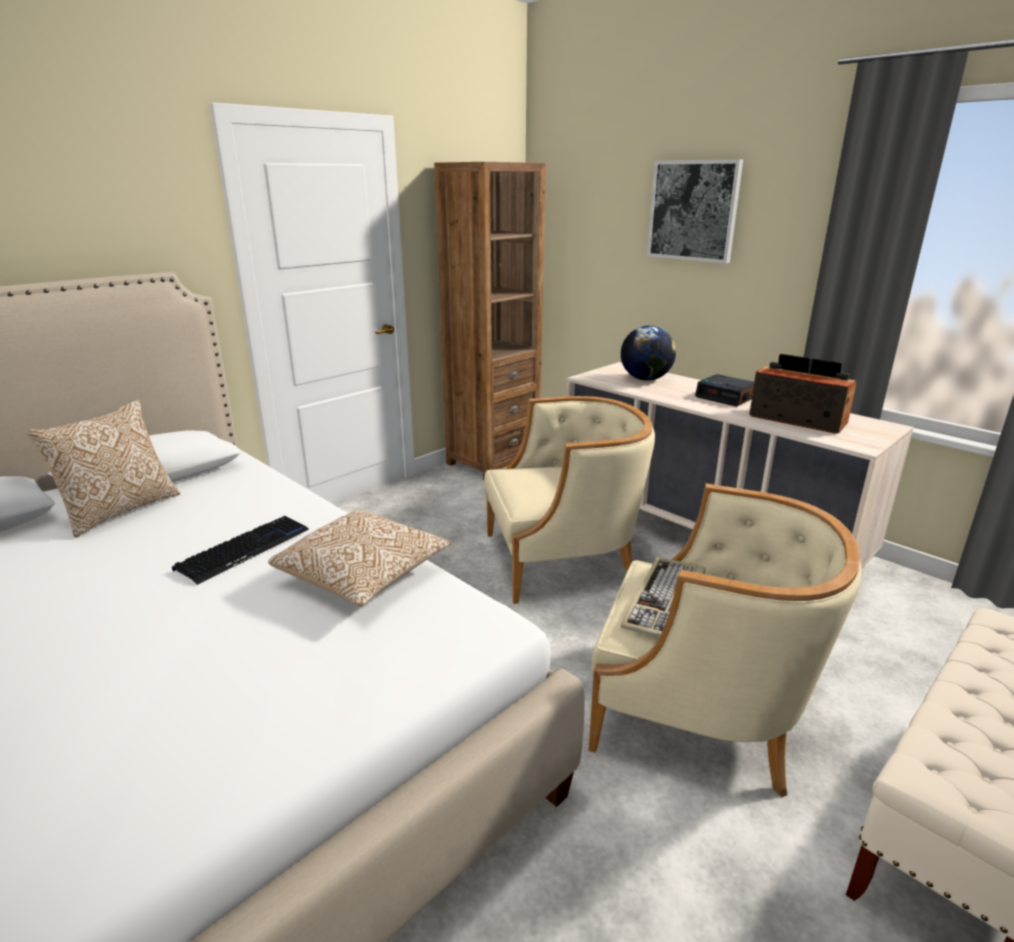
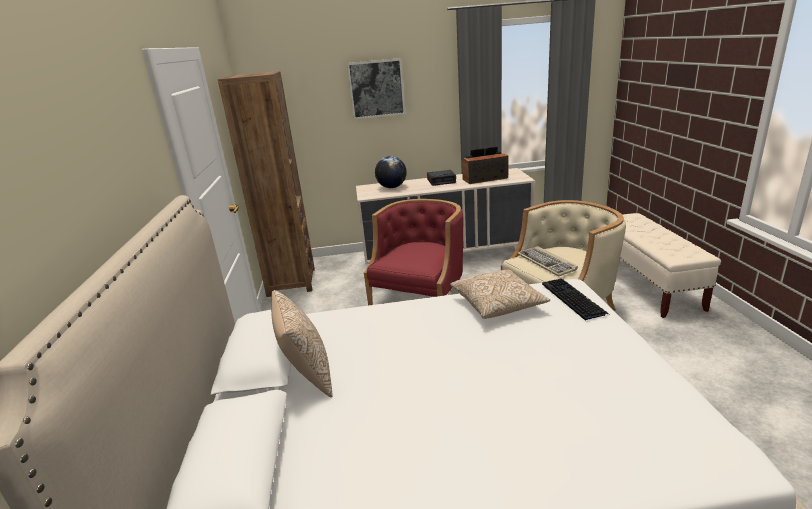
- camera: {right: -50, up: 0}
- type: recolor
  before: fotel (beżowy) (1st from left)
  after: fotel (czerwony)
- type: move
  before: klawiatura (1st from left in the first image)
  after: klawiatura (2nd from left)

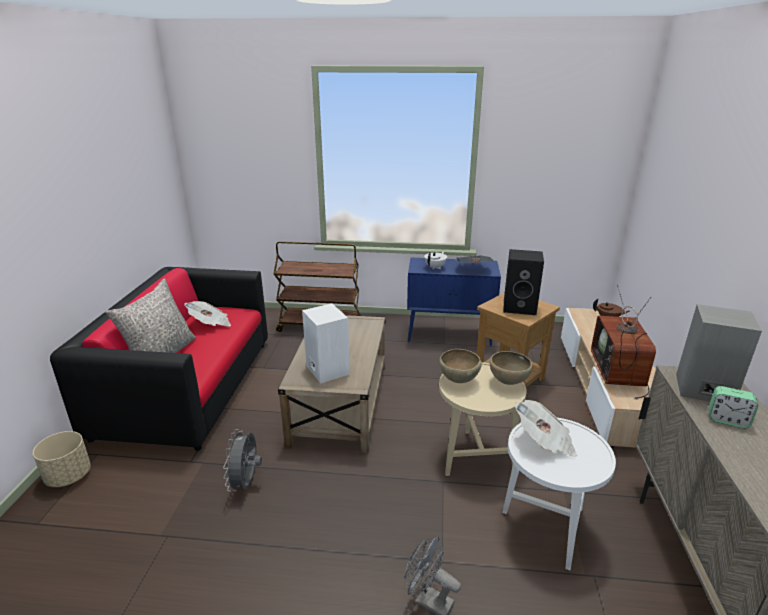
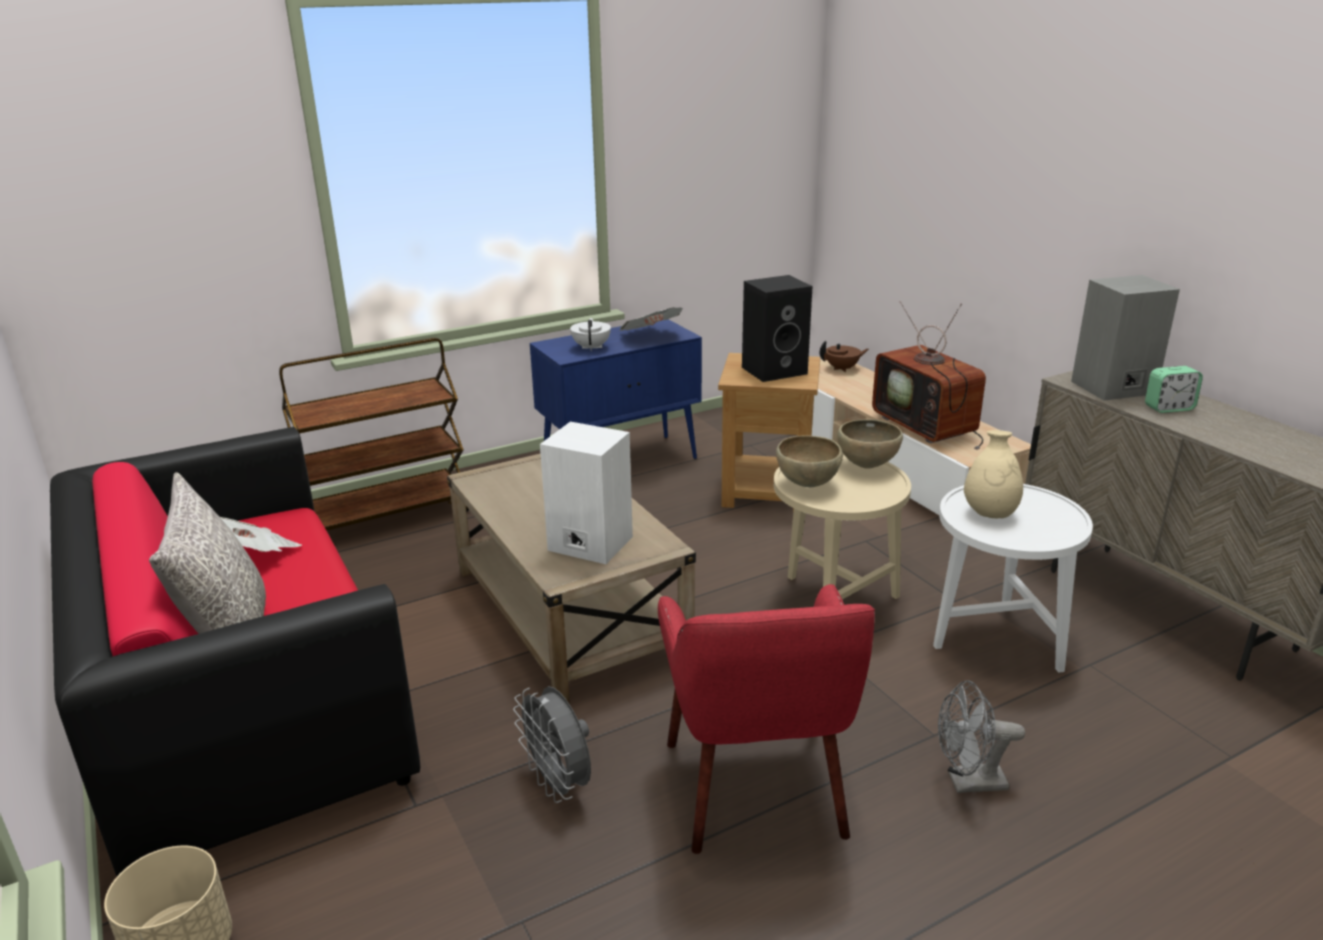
- camera: {right: -35, up: 0}
- type: insert
  after: fotel (czerwony)
- type: replace
  before: gazeta (3rd from left)
  after: wazon (beżowy)

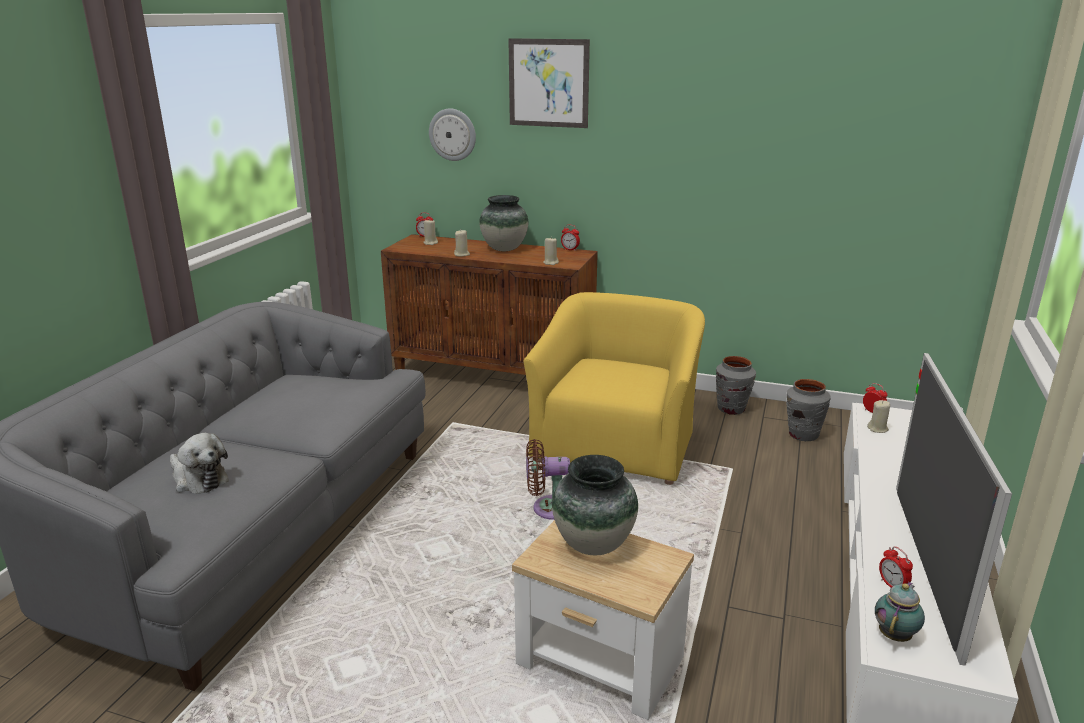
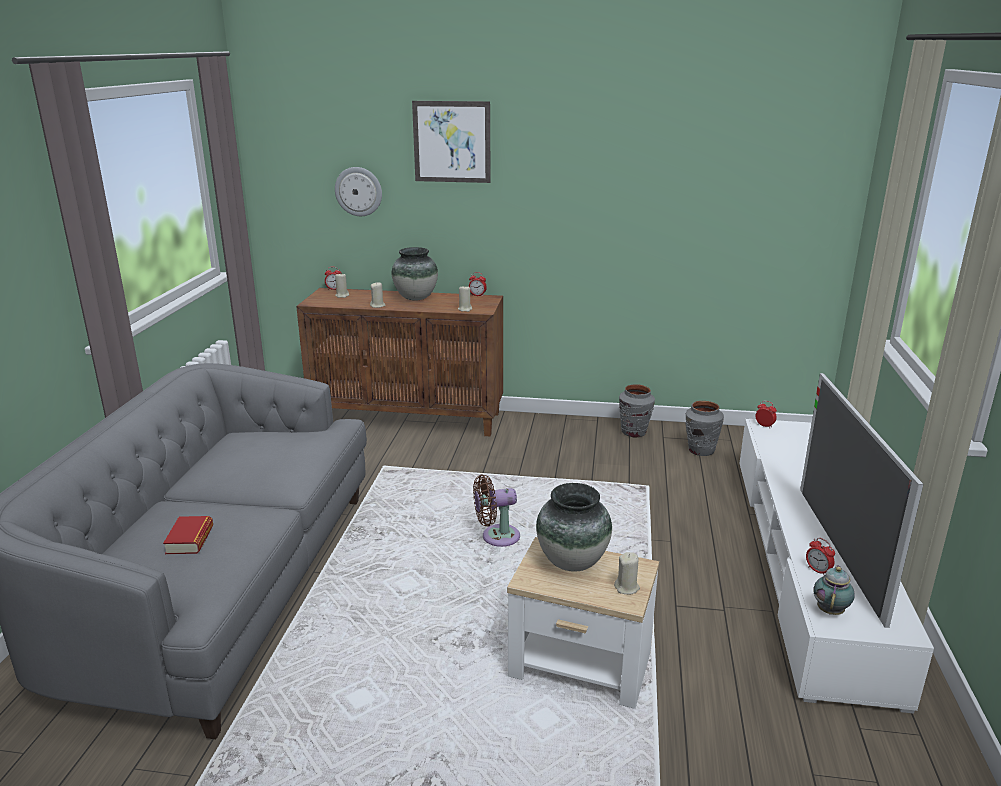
- camera: {right: -10, up: 0}
- type: replace
  before: pluszak
  after: książka
- type: move
  before: świeca (beżowy) (4th from left)
- type: delete
  before: fotel (żółty)

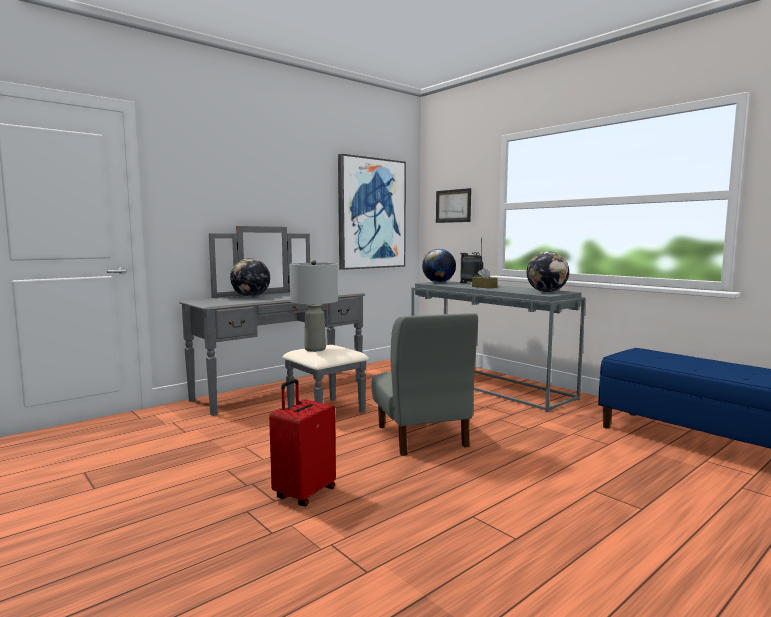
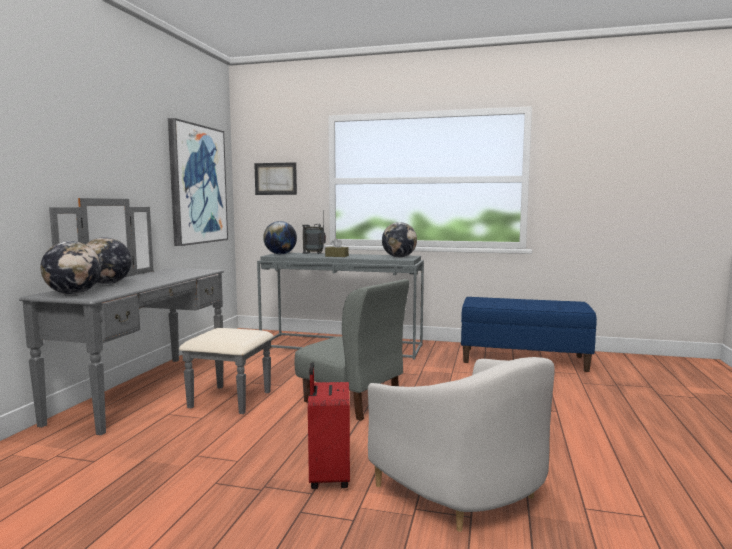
- camera: {right: -35, up: 0}
- type: insert
  after: globus (1st from left)
- type: insert
  after: fotel (biały)
- type: delete
  before: lampa stołowa (szary)

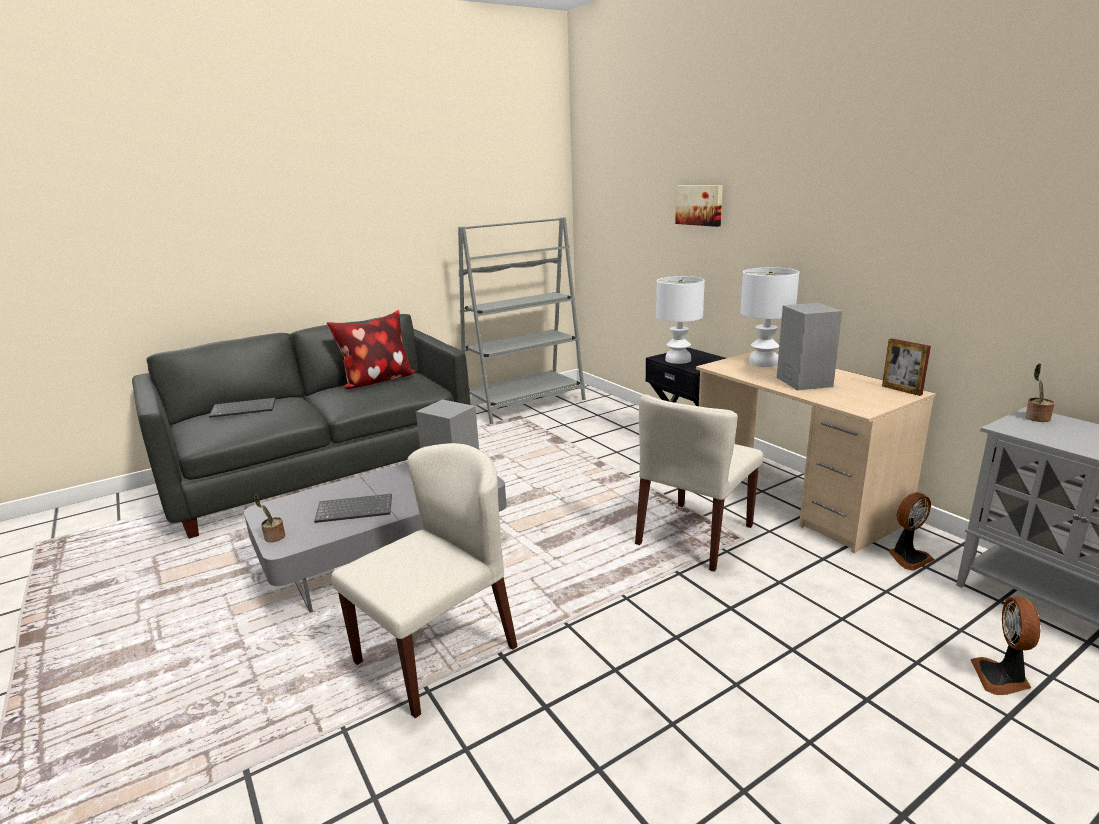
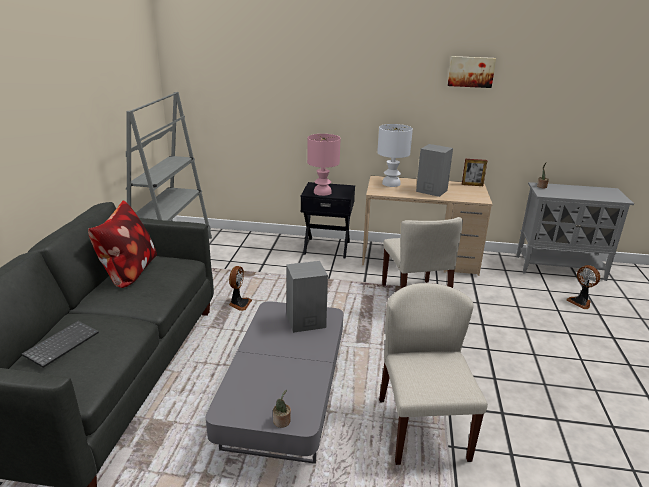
- camera: {right: -50, up: 5}
- type: move
  before: wentylator (1st from left)
- type: recolor
  before: lampa stołowa (biały) (1st from left)
  after: lampa stołowa (różowy)
- type: move
  before: obraz
- type: delete
  before: klawiatura (2nd from left)

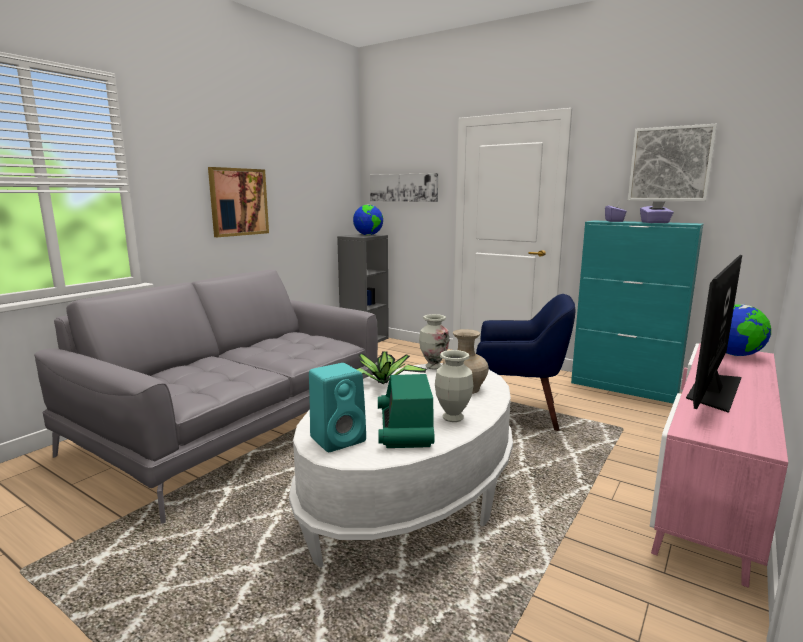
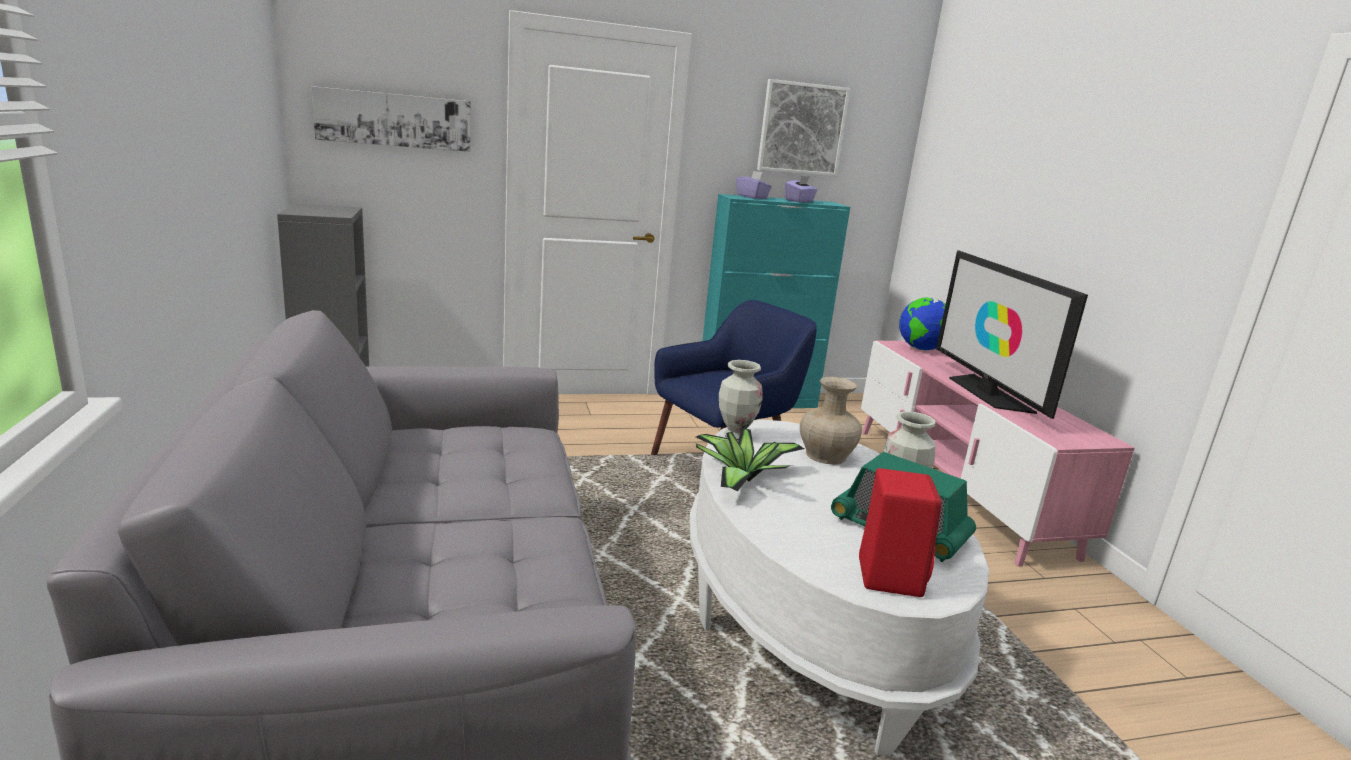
- camera: {right: -50, up: 5}
- type: recolor
  before: głośnik (turkusowy)
  after: głośnik (czerwony)
- type: delete
  before: obraz (1st from left)
- type: delete
  before: globus (1st from left)

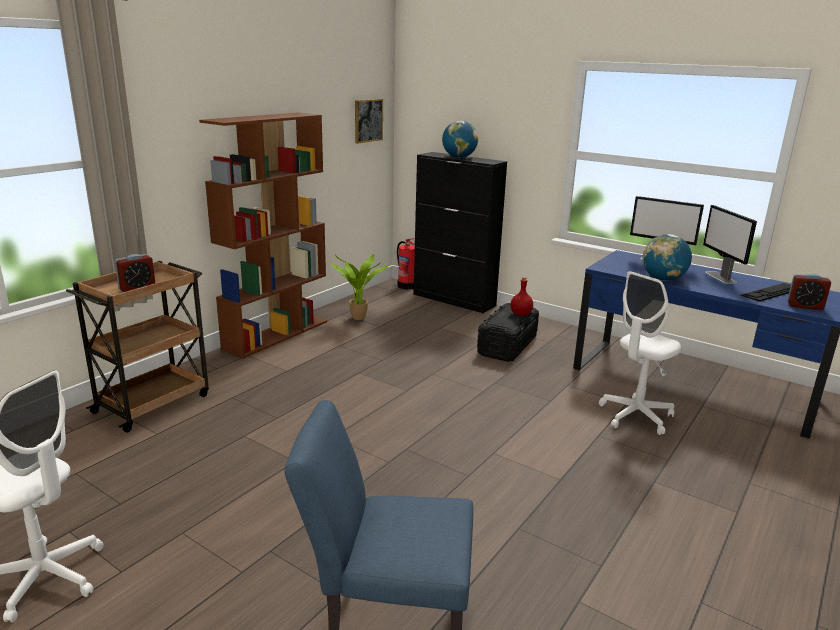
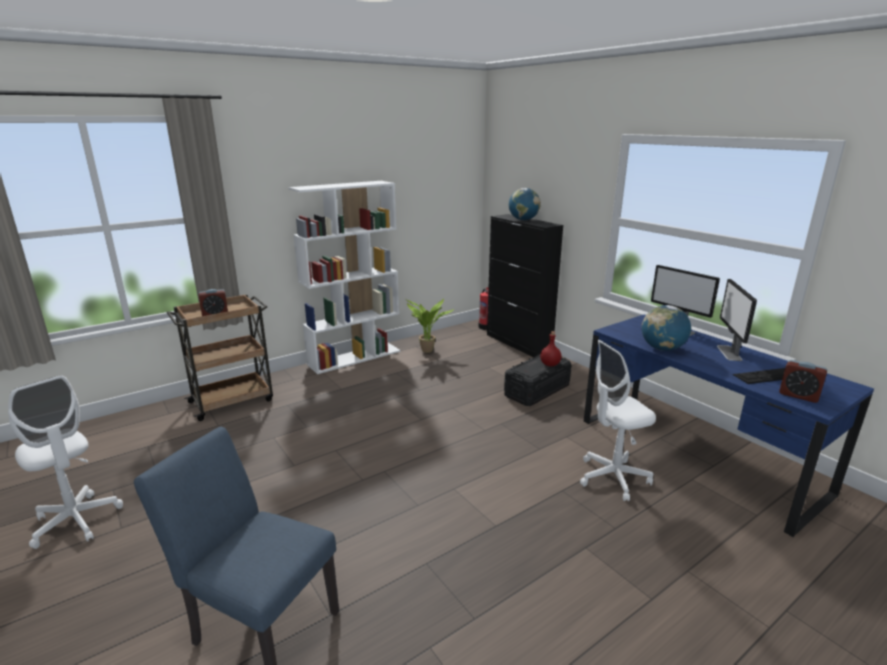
- camera: {right: 20, up: 0}
- type: recolor
  before: regał (brązowy)
  after: regał (biały)
- type: delete
  before: obraz

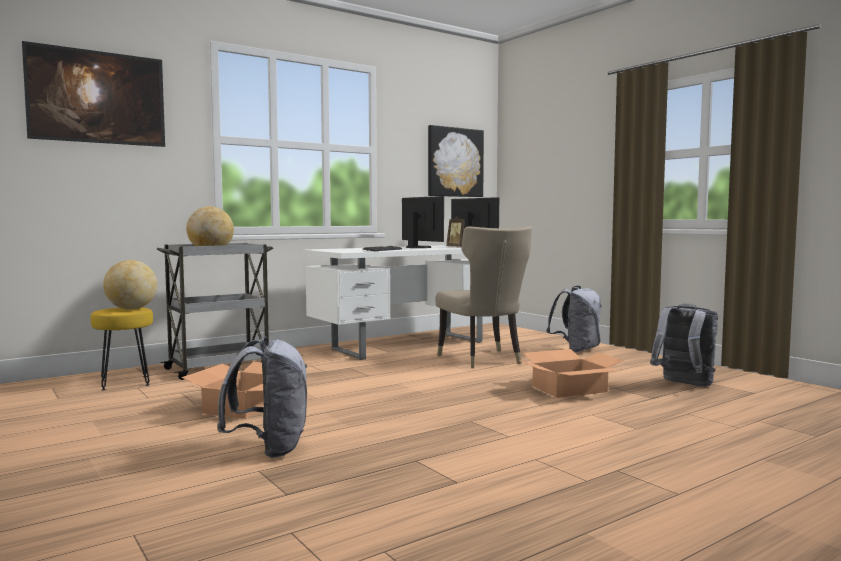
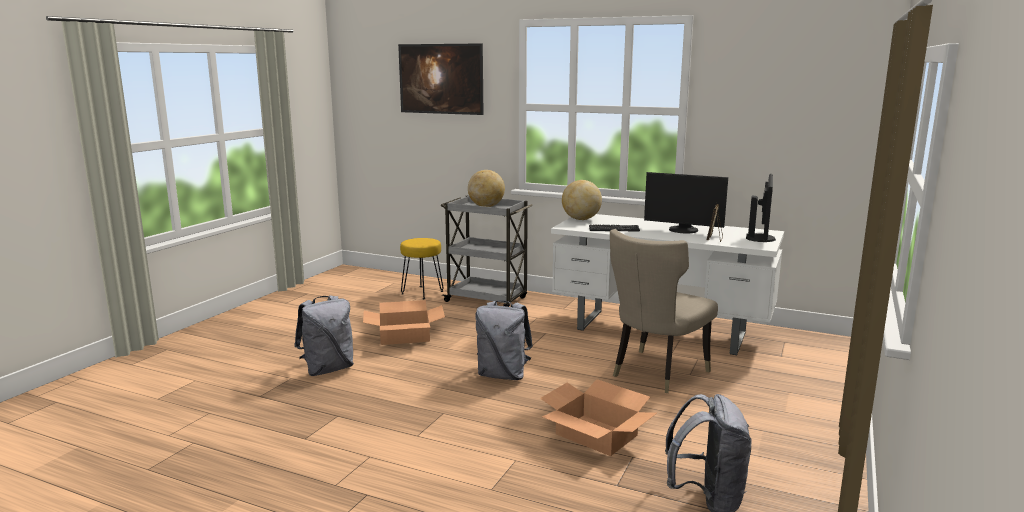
- camera: {right: 60, up: 10}
- type: move
  before: plecak (szary) (2nd from left)
- type: move
  before: globus (1st from left in the first image)
  after: globus (2nd from left)
- type: rotate
  before: monitor (1st from left)
  turn: 90
- type: delete
  before: obraz (2nd from left)

